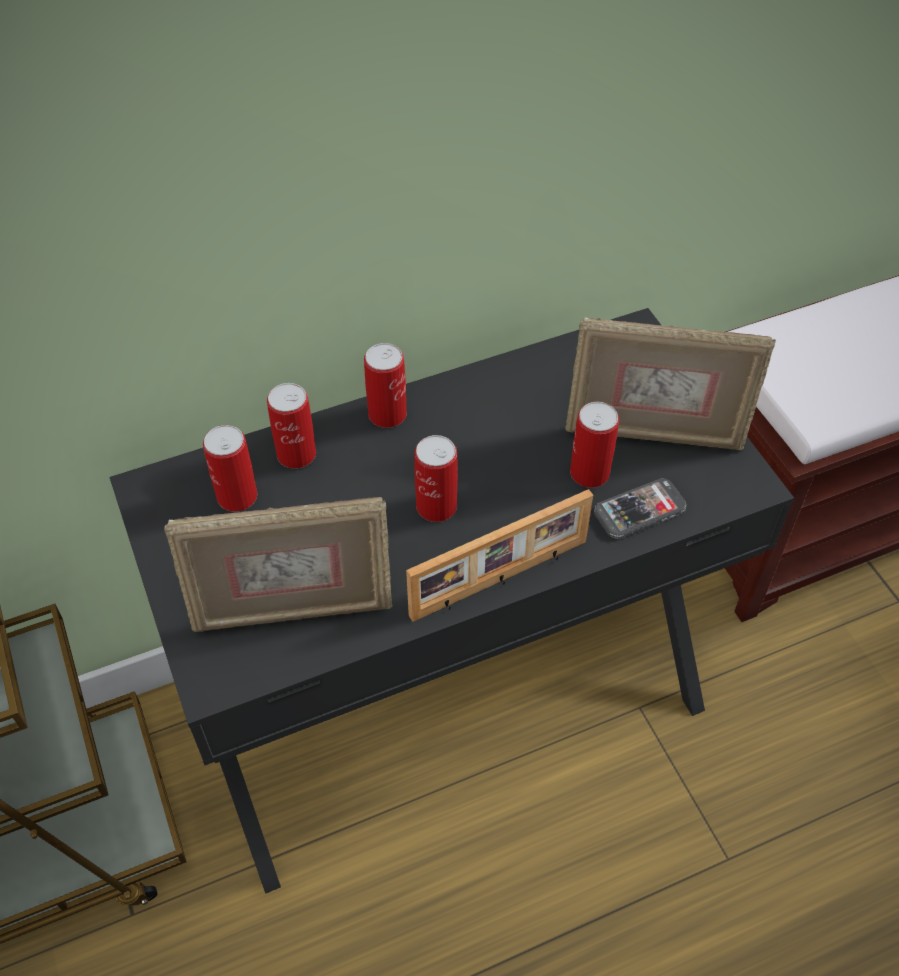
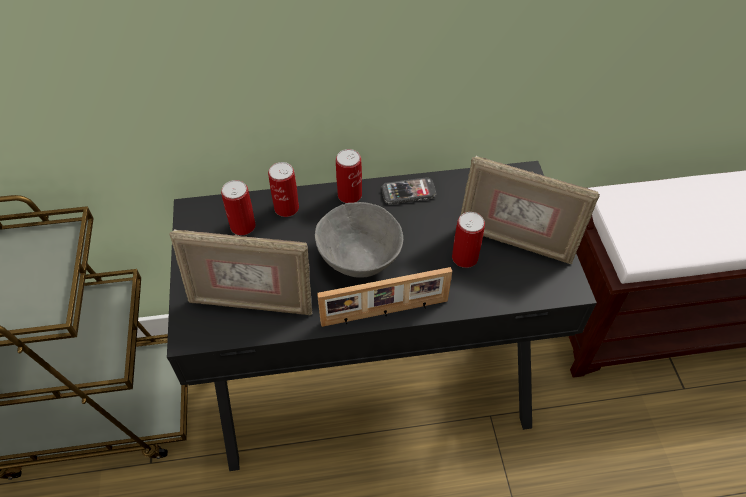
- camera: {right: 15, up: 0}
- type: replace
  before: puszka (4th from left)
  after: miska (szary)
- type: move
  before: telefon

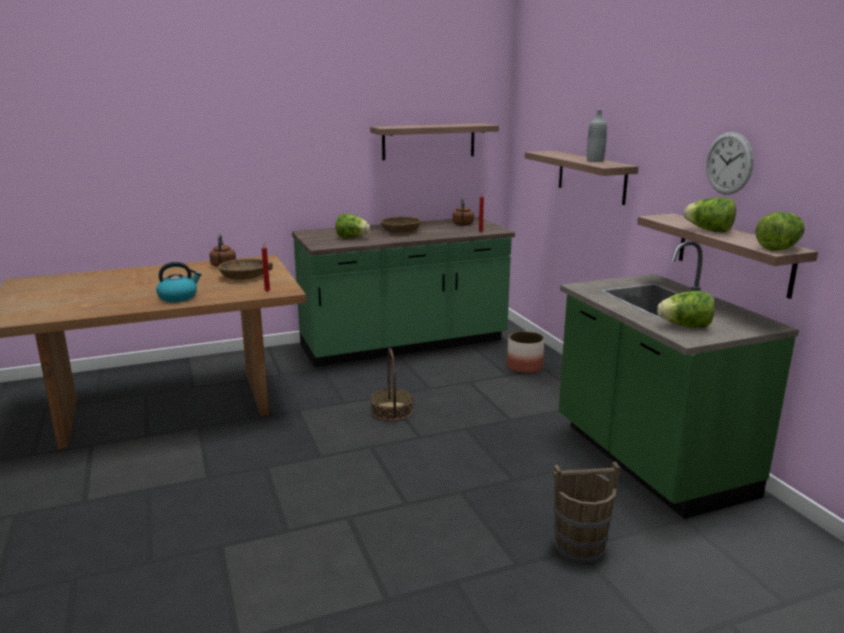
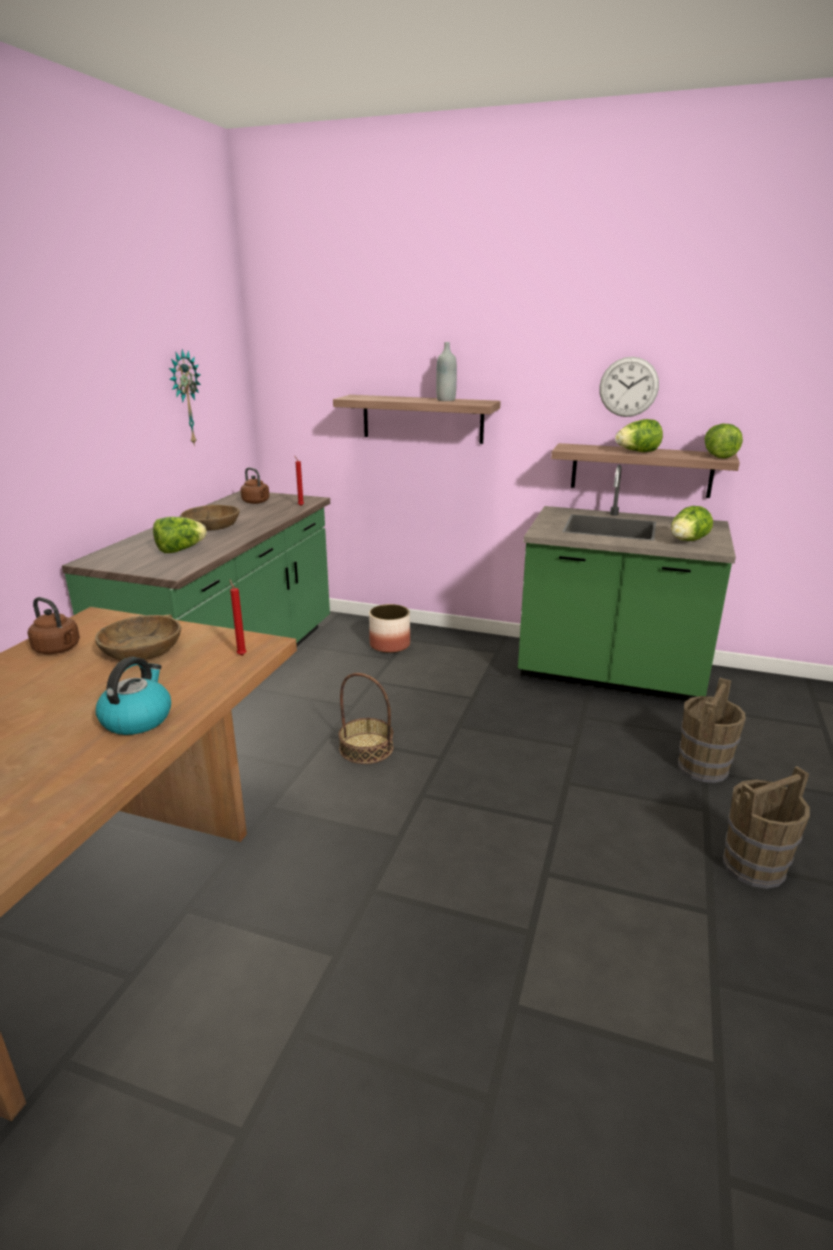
- camera: {right: -50, up: 5}
- type: replace
  before: półka (1st from left)
  after: zegar ścienny (1st from left)
- type: insert
  after: wiadro (brązowy) (2nd from left)

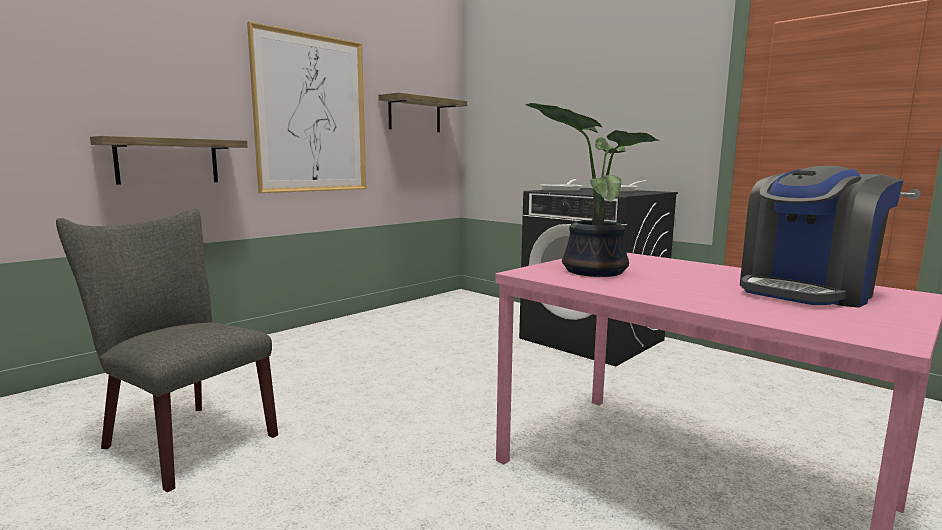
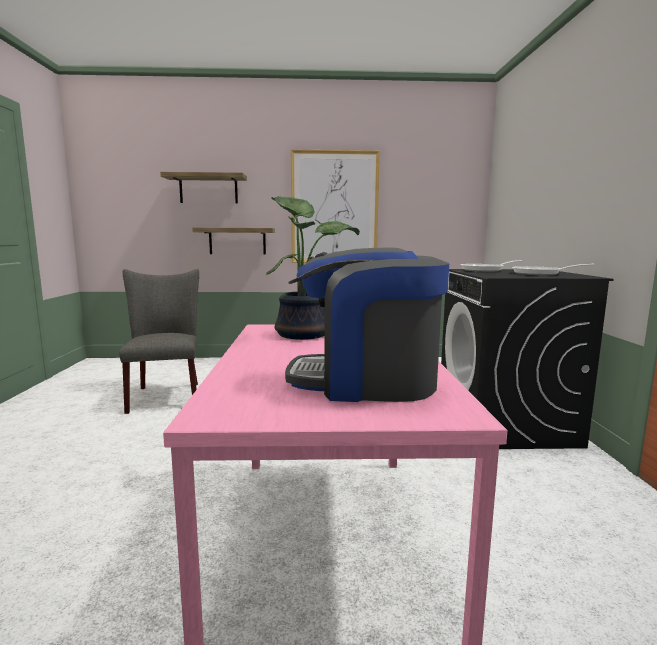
- camera: {right: 45, up: 0}
- type: move
  before: półka (2nd from left in the first image)
  after: półka (1st from left)

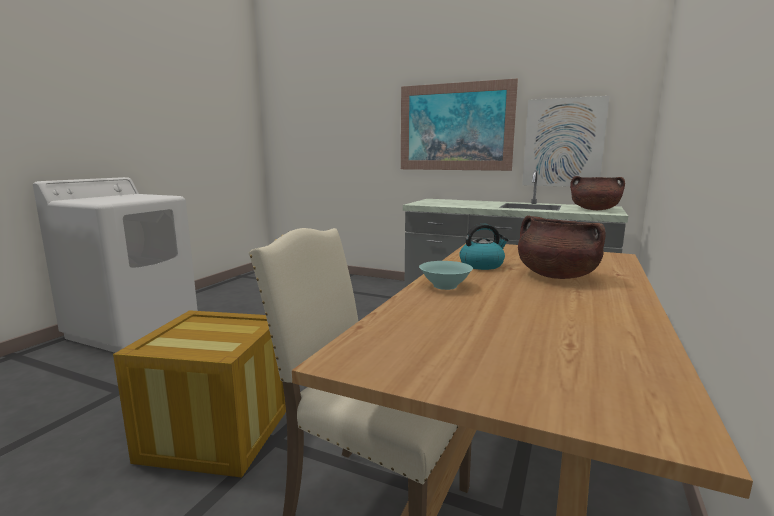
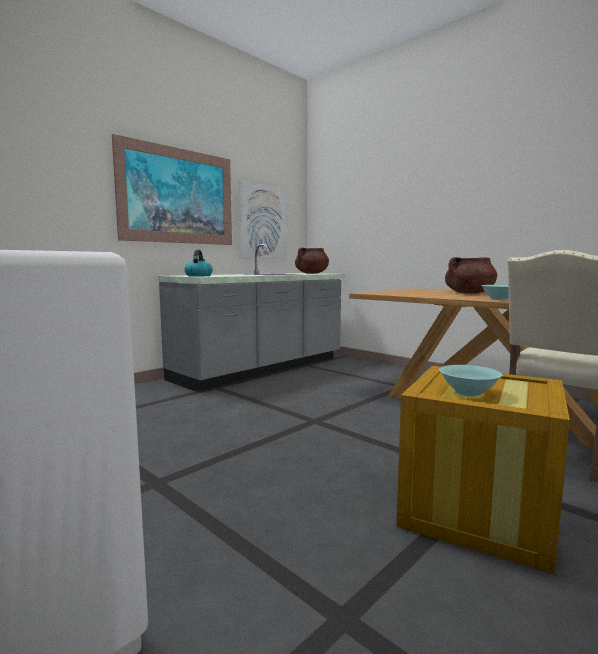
- camera: {right: -70, up: -5}
- type: move
  before: czajnik
- type: insert
  after: miska (turkusowy) (1st from left)

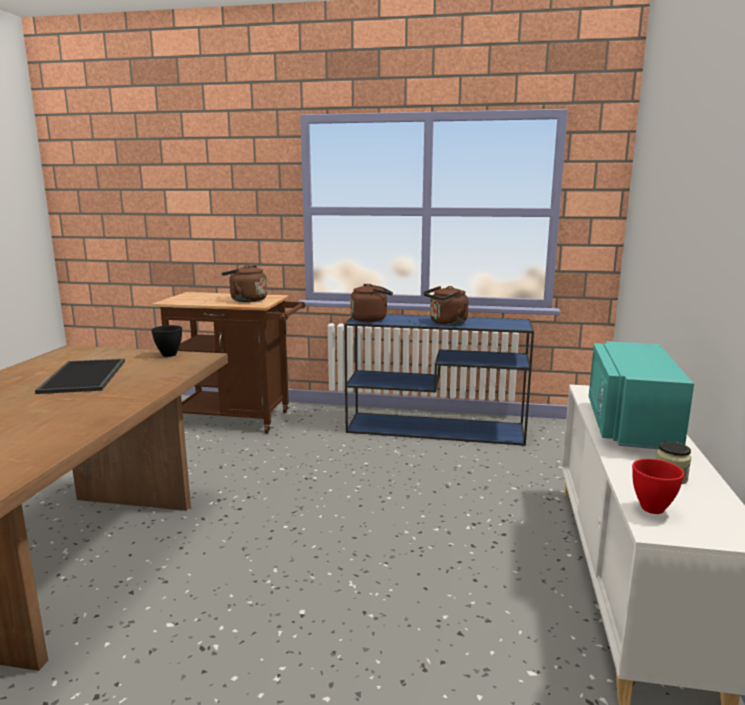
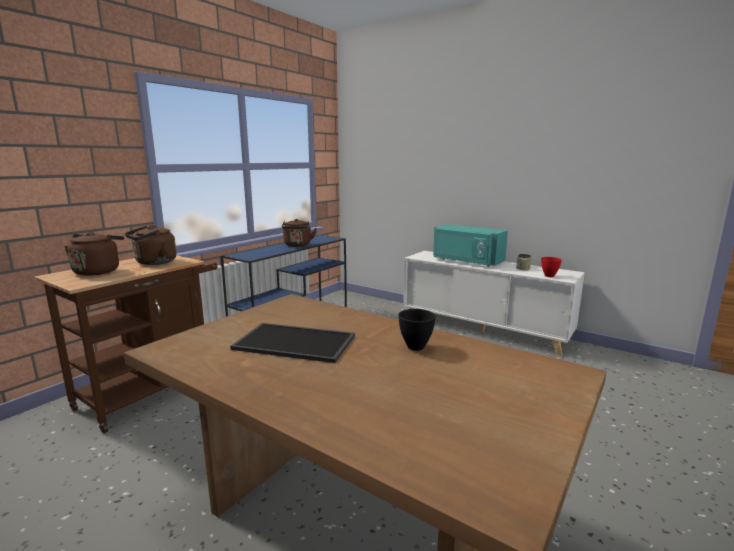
- camera: {right: -65, up: 0}
- type: move
  before: czajnik (brązowy) (2nd from left in the first image)
  after: czajnik (brązowy) (1st from left)
- type: move
  before: miska (czarny)

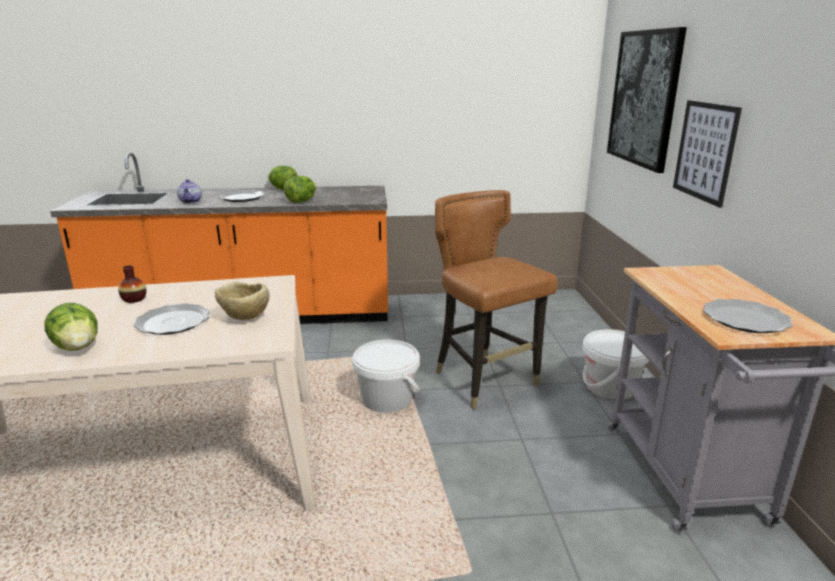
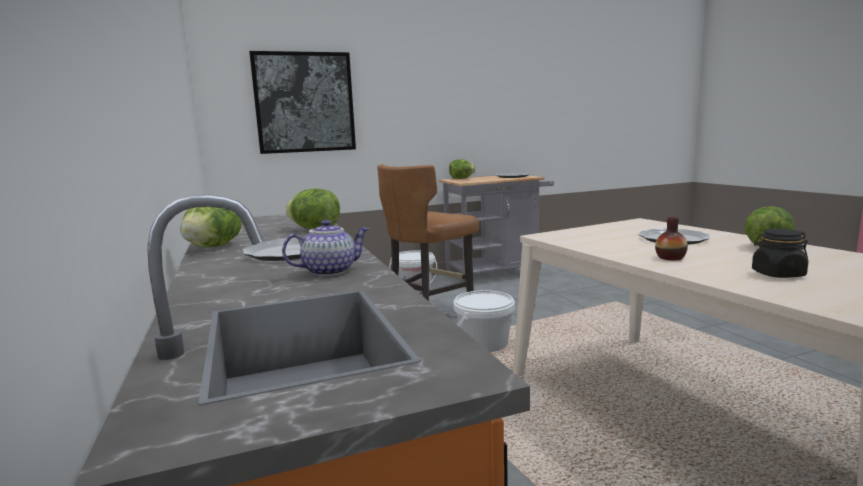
- camera: {right: -105, up: -10}
- type: insert
  after: sałata (3rd from left)
- type: insert
  after: słoik (czarny)
- type: delete
  before: miska (beżowy)
- type: delete
  before: obraz (2nd from left)

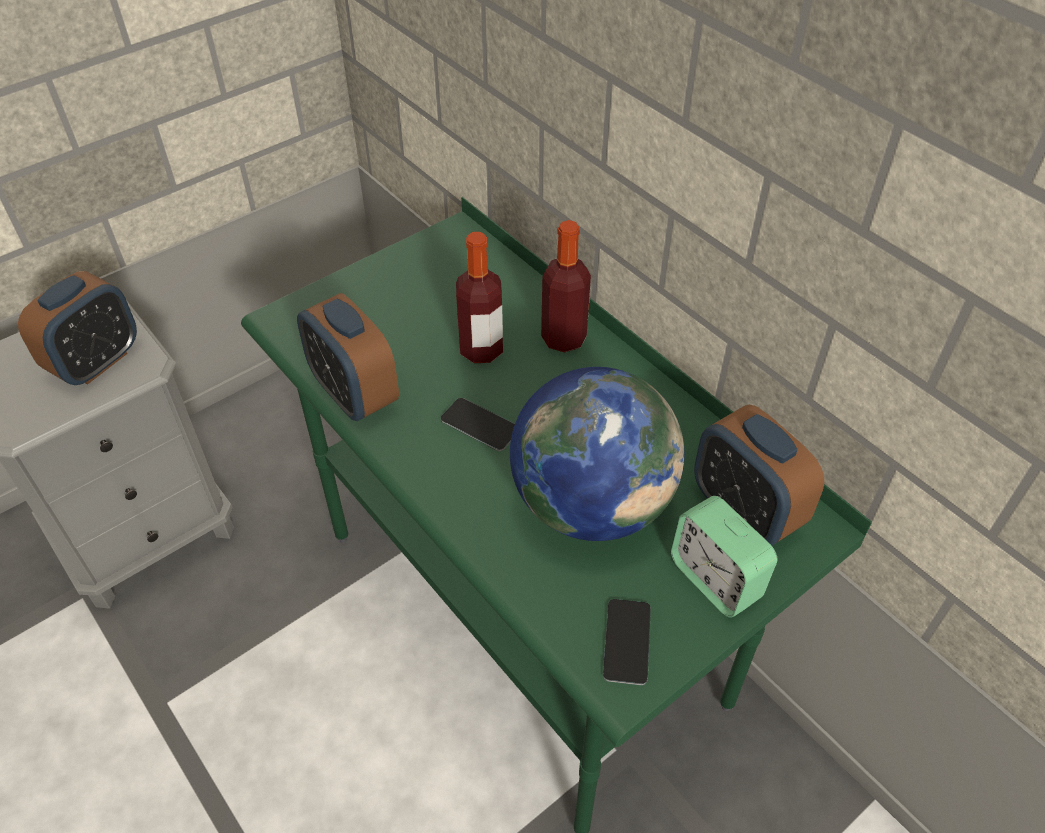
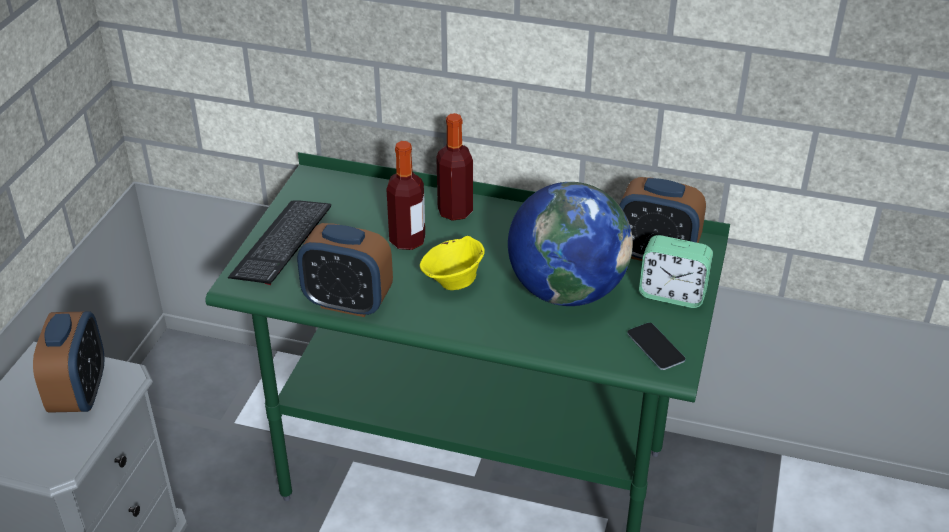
- camera: {right: -35, up: -10}
- type: insert
  after: klawiatura
- type: replace
  before: telefon (1st from left)
  after: miska (żółty)

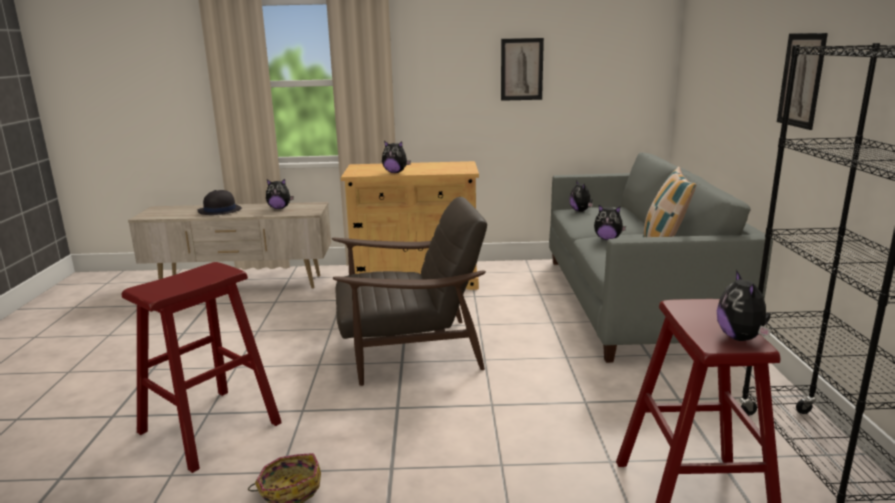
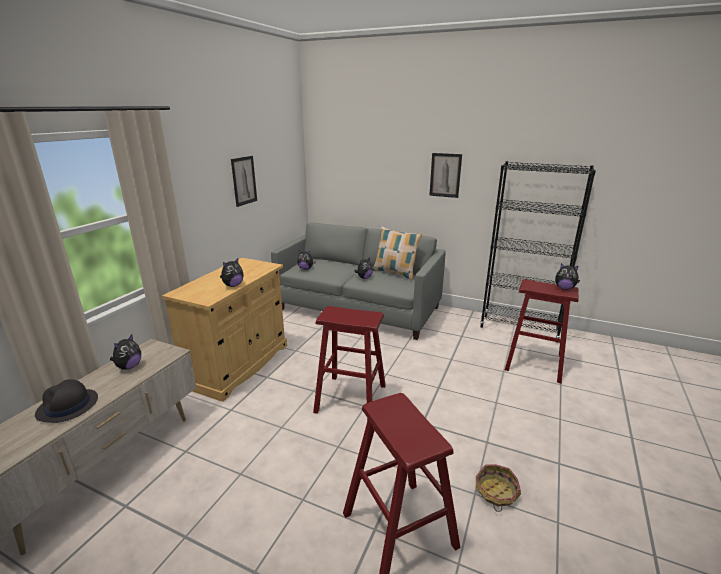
- camera: {right: -65, up: 5}
- type: replace
  before: fotel (brązowy)
  after: stołek (czerwony) (1st from left)

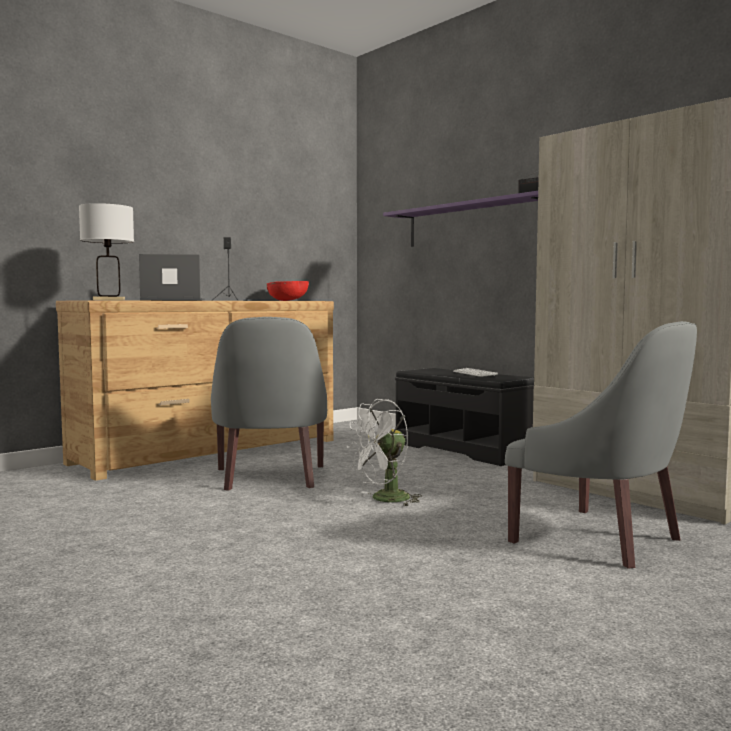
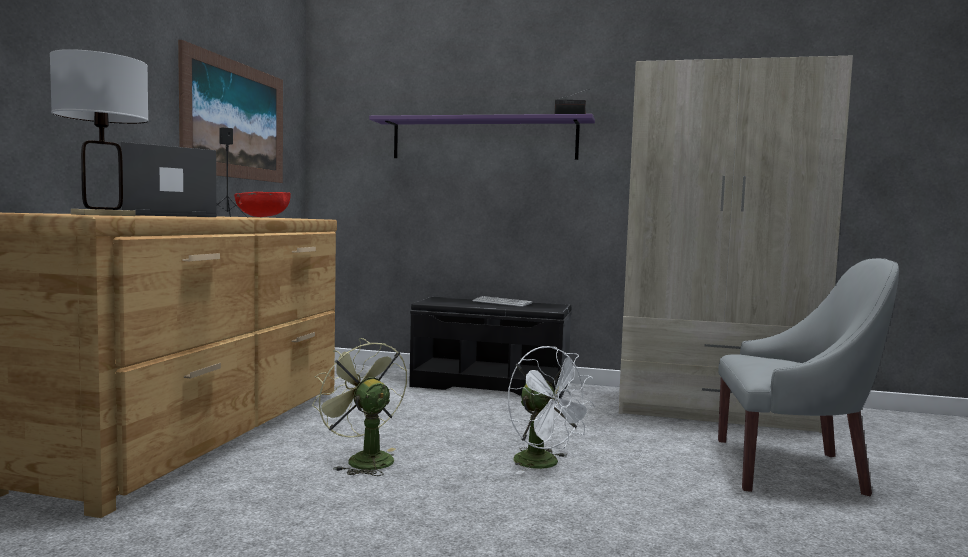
- camera: {right: -35, up: 0}
- type: insert
  after: obraz
- type: replace
  before: fotel (szary) (1st from left)
  after: wentylator (zielony)
- type: rotate
  before: wentylator (biały)
  turn: -60

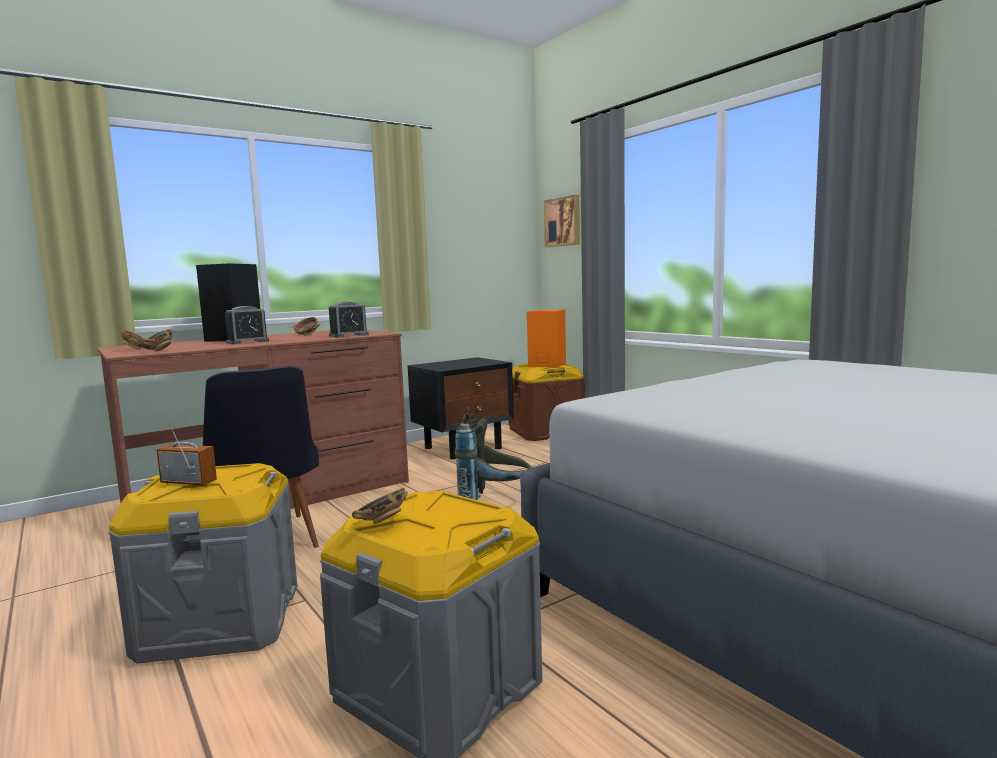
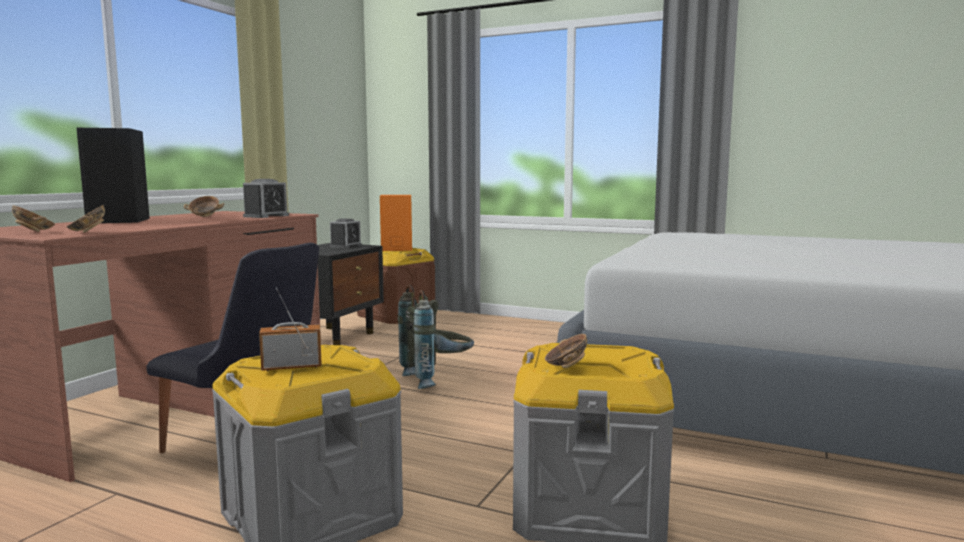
- camera: {right: -30, up: 0}
- type: move
  before: budzik (1st from left in the first image)
  after: budzik (2nd from left)
- type: delete
  before: obraz

